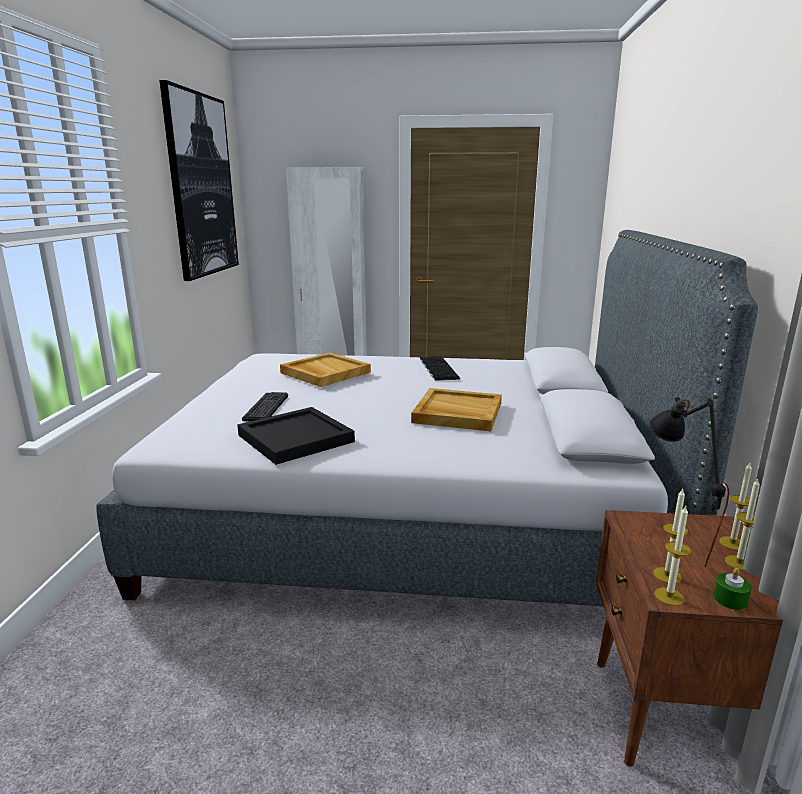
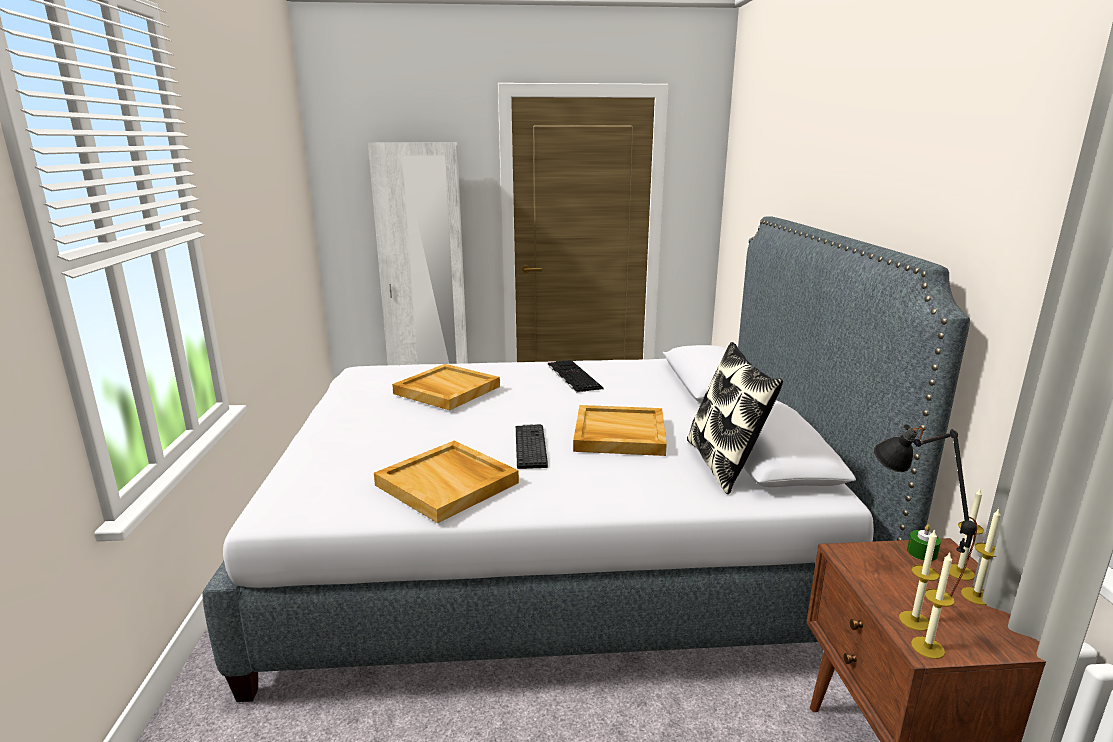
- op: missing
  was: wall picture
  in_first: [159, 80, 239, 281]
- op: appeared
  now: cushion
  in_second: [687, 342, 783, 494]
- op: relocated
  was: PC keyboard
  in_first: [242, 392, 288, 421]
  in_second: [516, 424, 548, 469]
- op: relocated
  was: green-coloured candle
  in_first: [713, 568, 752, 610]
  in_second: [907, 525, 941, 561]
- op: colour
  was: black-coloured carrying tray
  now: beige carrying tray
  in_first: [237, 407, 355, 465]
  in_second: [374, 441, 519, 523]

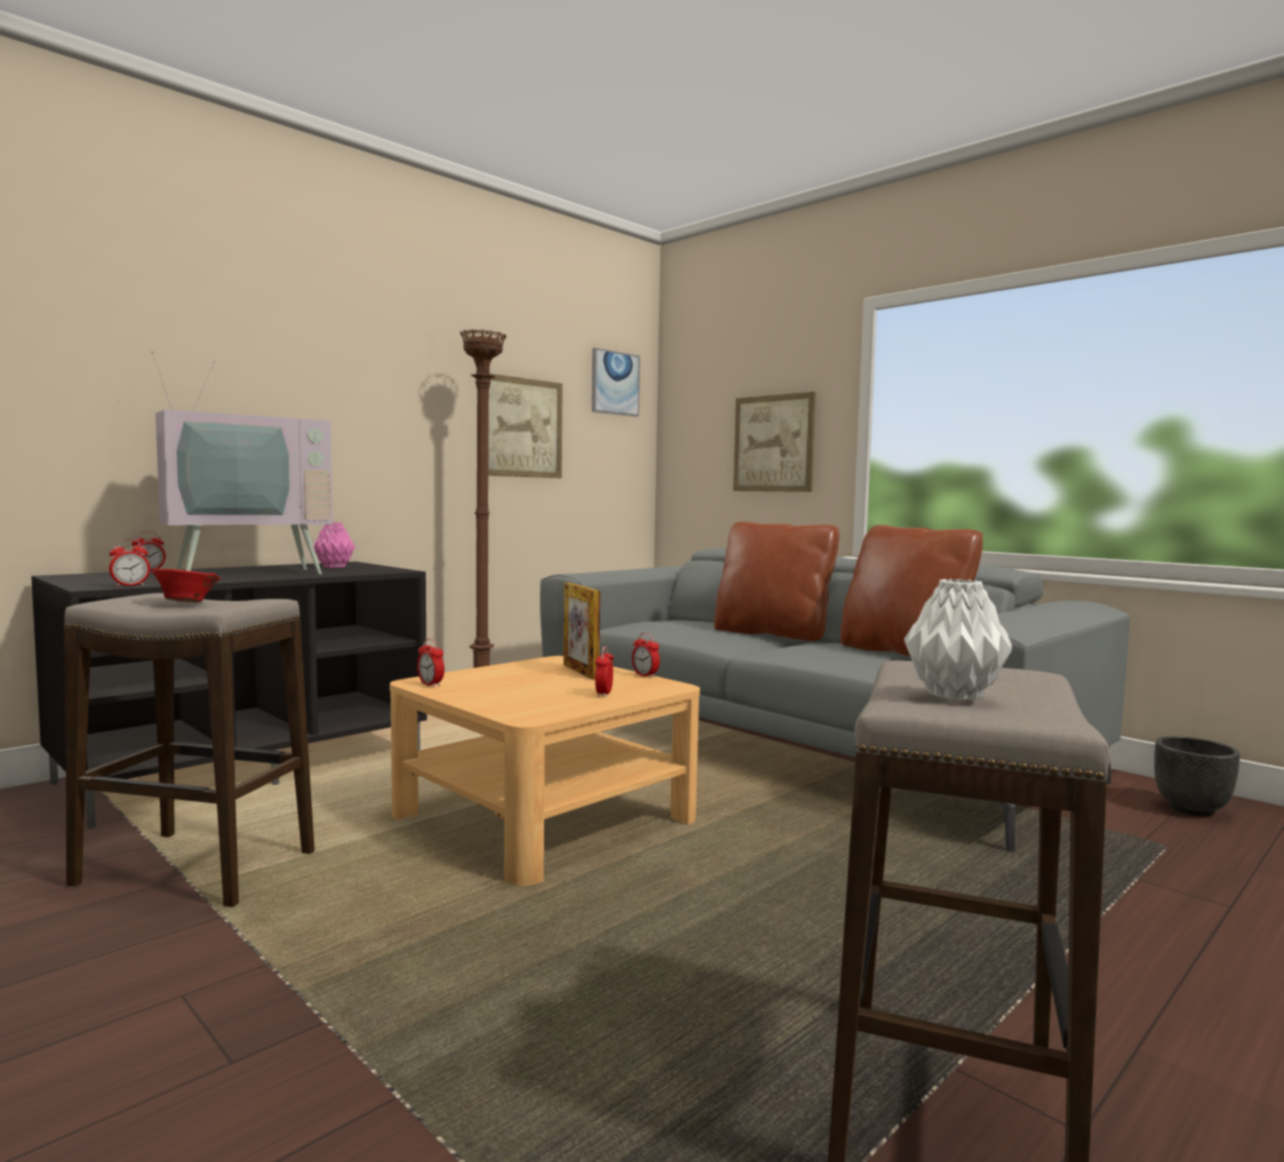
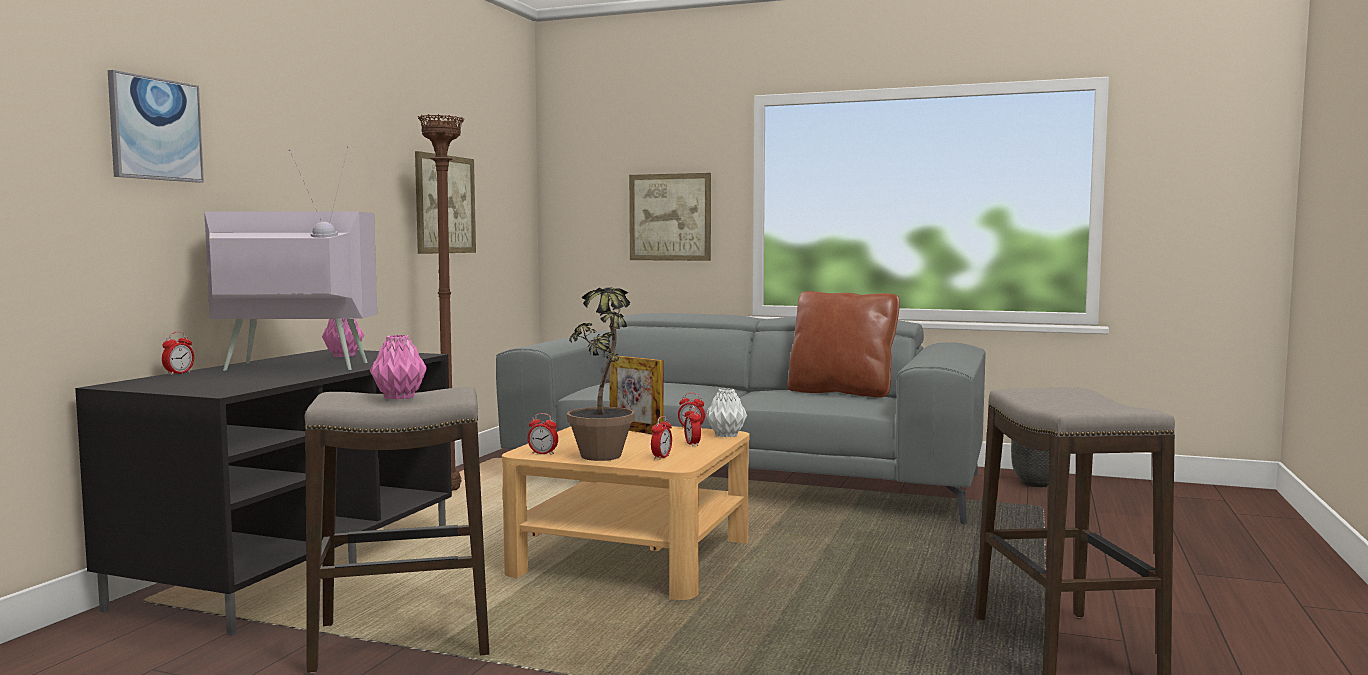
- op: missing
  was: brownish cushion
  in_first: [714, 522, 840, 641]
- op: appeared
  now: plant in a pot
  in_second: [567, 287, 635, 461]
- op: relocated
  was: table clock
  in_first: [109, 539, 150, 587]
  in_second: [651, 416, 672, 460]
- op: relocated
  was: wall picture
  in_first: [592, 348, 640, 417]
  in_second: [108, 70, 204, 183]
- op: relocated
  was: white-coloured decorative vase
  in_first: [904, 579, 1012, 700]
  in_second: [706, 388, 747, 437]
- op: exchanged
  was: red bowl
  now: pink-coloured decorative vase
  in_first: [152, 569, 221, 602]
  in_second: [370, 335, 427, 399]
- op: spun
  was: television
  in_first: [151, 351, 333, 574]
  in_second: [204, 146, 377, 371]
  clockwise: -120

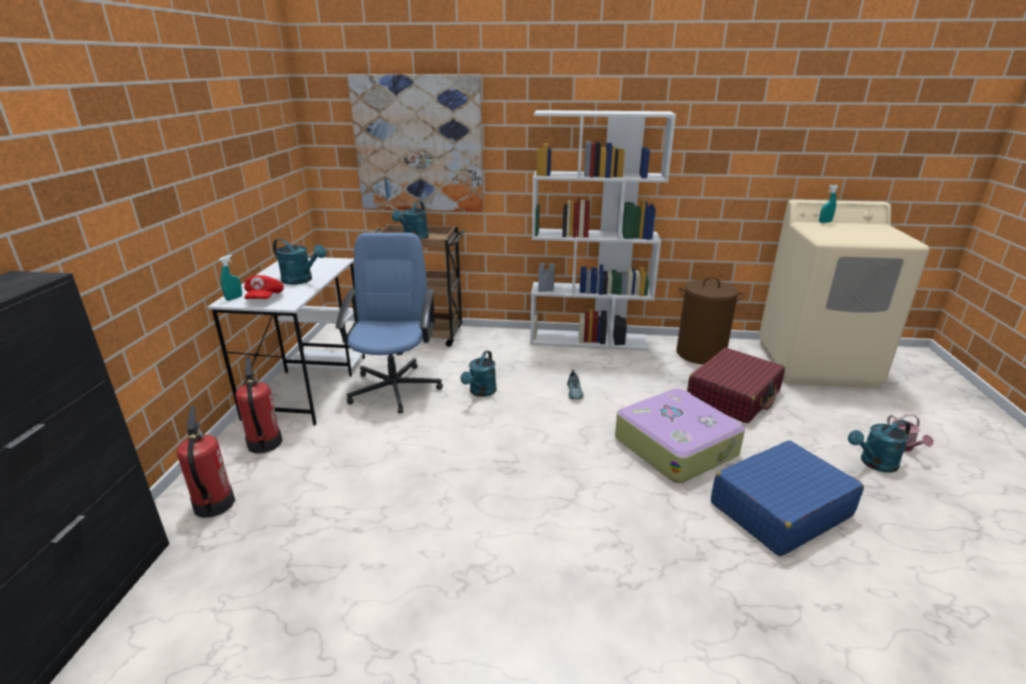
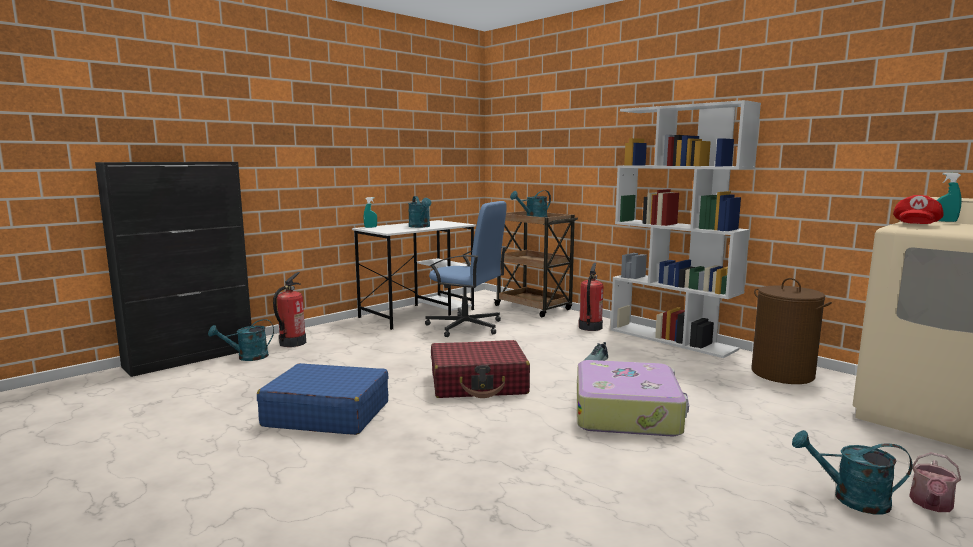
- op: missing
  was: wall picture
  in_first: [348, 74, 483, 212]
- op: relocated
  was: fire-fighting cylinder
  in_first: [235, 357, 282, 454]
  in_second: [579, 262, 603, 331]
- op: relocated
  was: red cap
  in_first: [244, 275, 284, 299]
  in_second: [893, 195, 943, 224]
- op: relocated
  was: blue-green sprinkling can
  in_first: [460, 350, 497, 397]
  in_second: [208, 319, 274, 361]
- op: relocated
  was: red piece of luggage
  in_first: [687, 348, 785, 423]
  in_second: [431, 340, 530, 398]
- op: relocated
  was: blue-coloured piece of luggage
  in_first: [711, 440, 864, 556]
  in_second: [257, 363, 389, 435]
- op: spun
  was: blue-coloured computer chair
  in_first: [336, 233, 443, 414]
  in_second: [425, 201, 507, 337]
  clockwise: 75

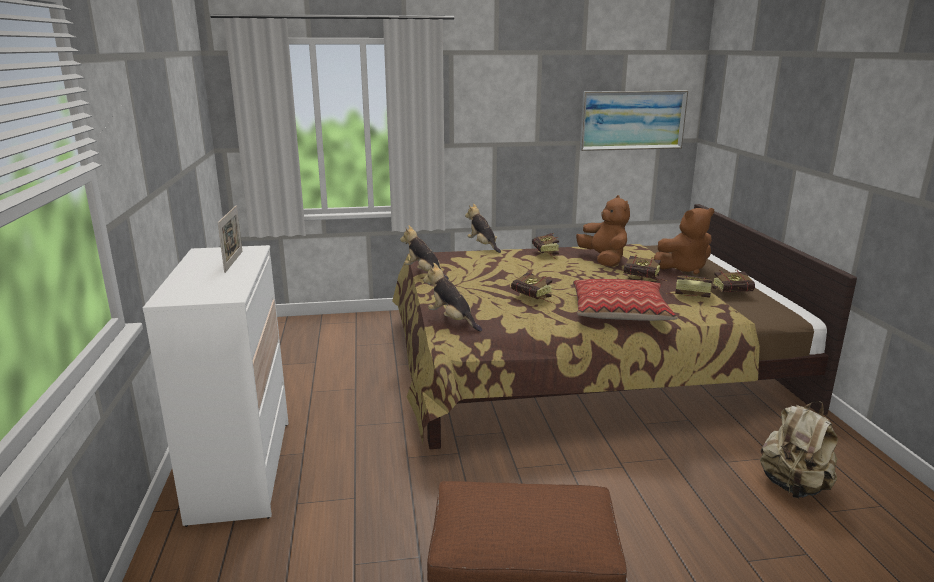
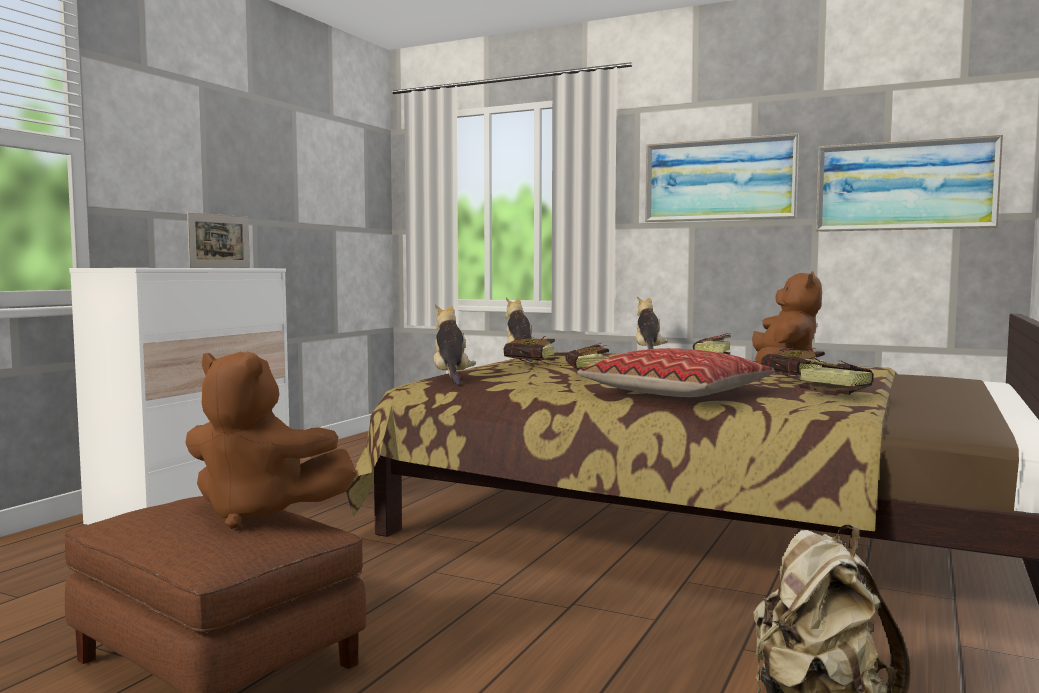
- op: appeared
  now: wall picture
  in_second: [645, 133, 799, 222]
- op: relocated
  was: brownish cuddly toy
  in_first: [653, 208, 714, 275]
  in_second: [185, 352, 356, 529]
- op: relocated
  was: book
  in_first: [712, 270, 755, 292]
  in_second: [503, 335, 562, 366]

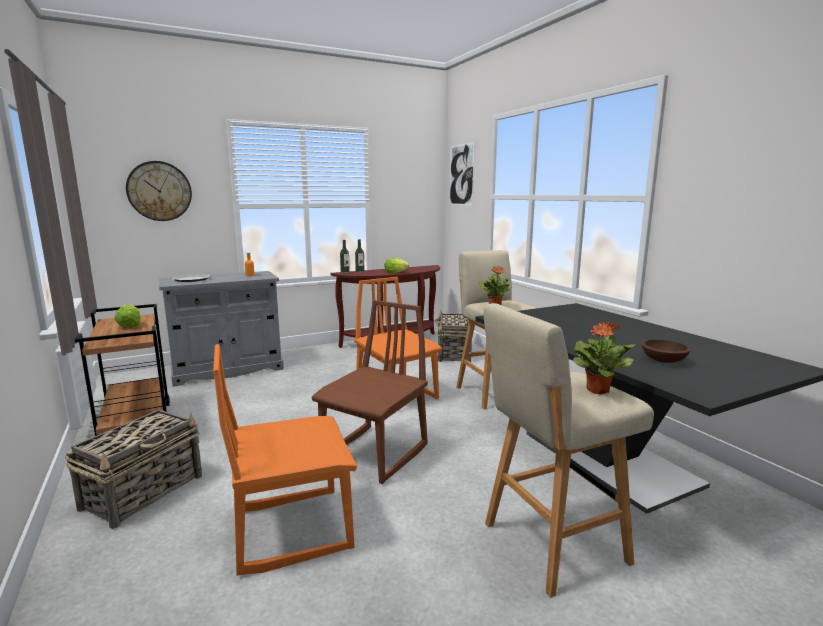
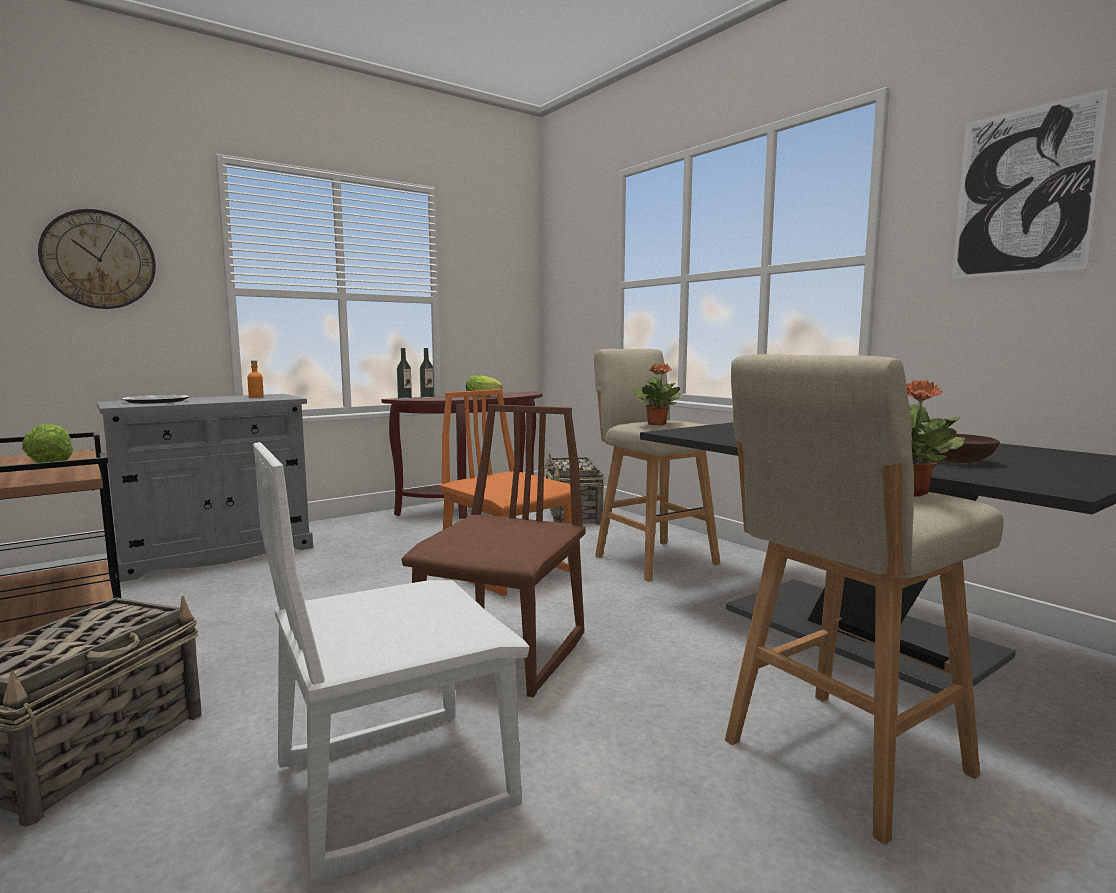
- op: relocated
  was: wall picture
  in_first: [449, 142, 475, 205]
  in_second: [952, 88, 1109, 279]
- op: colour
  was: orange upright chair
  now: white-coloured upright chair
  in_first: [213, 344, 357, 576]
  in_second: [253, 442, 530, 883]

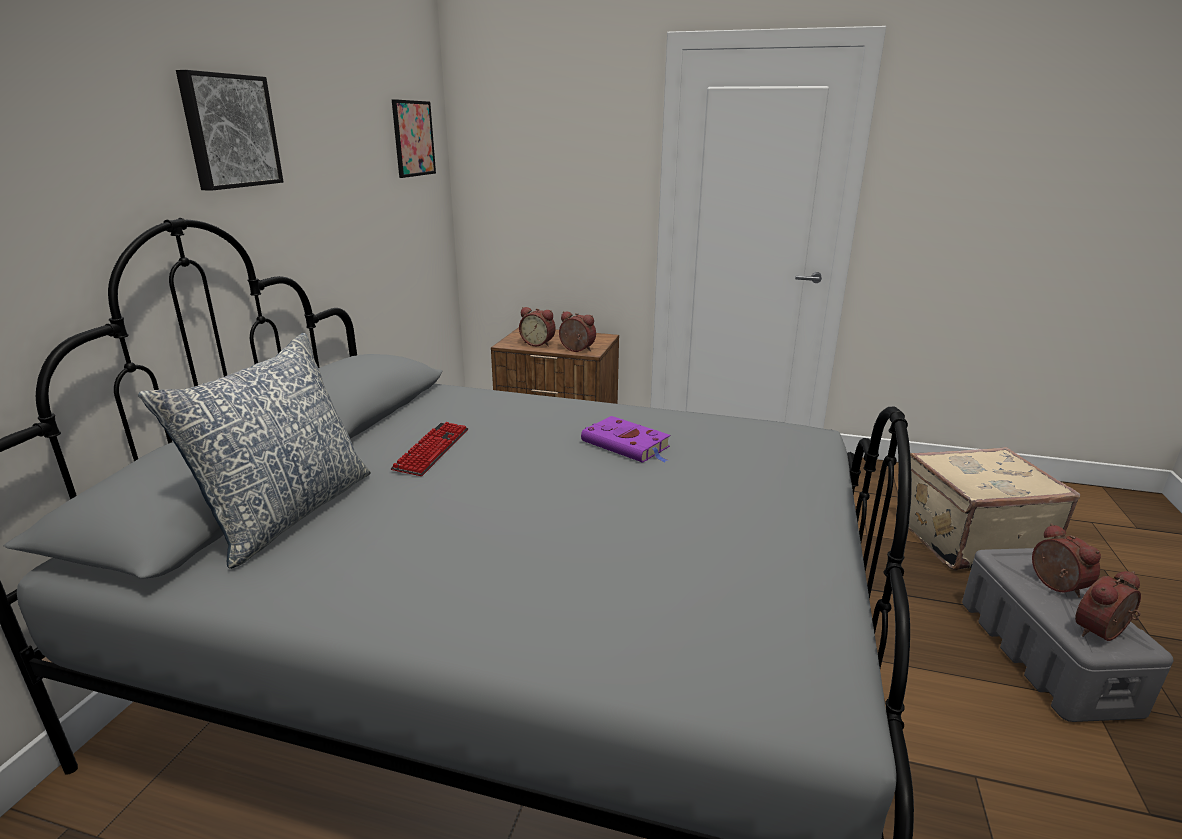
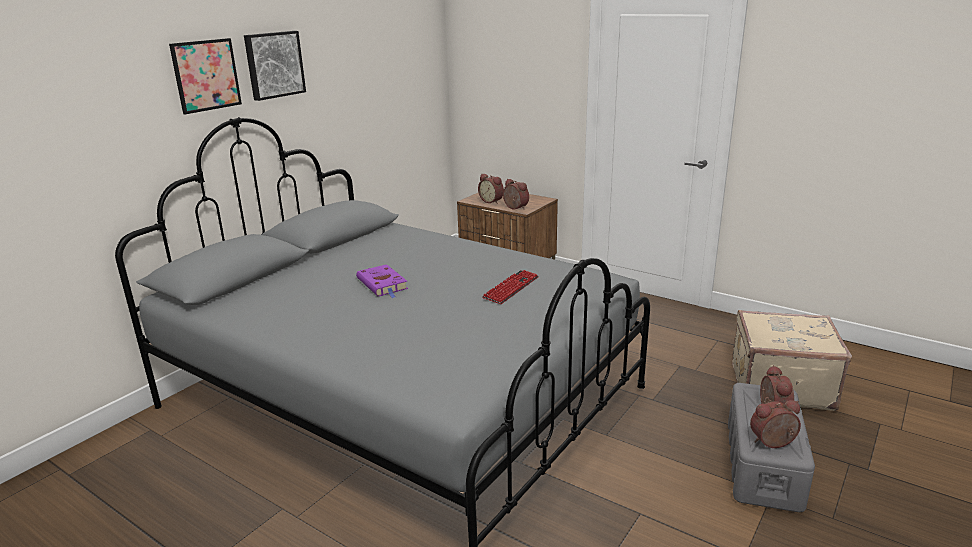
- op: missing
  was: cushion
  in_first: [138, 333, 371, 569]
- op: relocated
  was: PC keyboard
  in_first: [391, 422, 469, 476]
  in_second: [482, 270, 539, 304]
- op: relocated
  was: wall picture
  in_first: [392, 99, 436, 178]
  in_second: [169, 38, 242, 114]
- op: relocated
  was: purple-coloured book
  in_first: [581, 416, 671, 463]
  in_second: [356, 264, 408, 298]

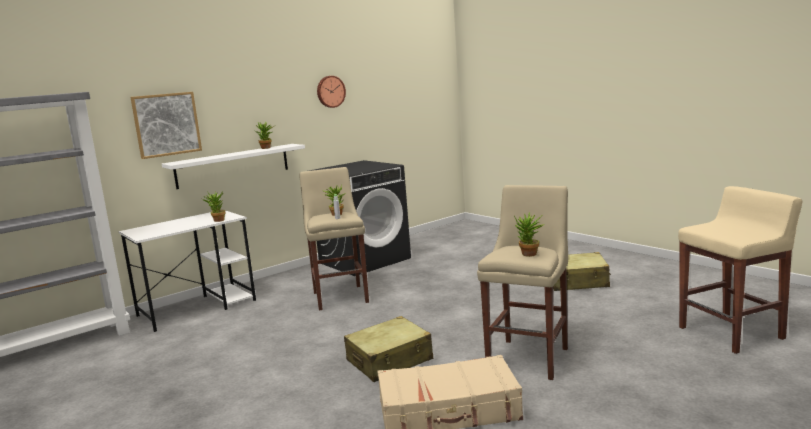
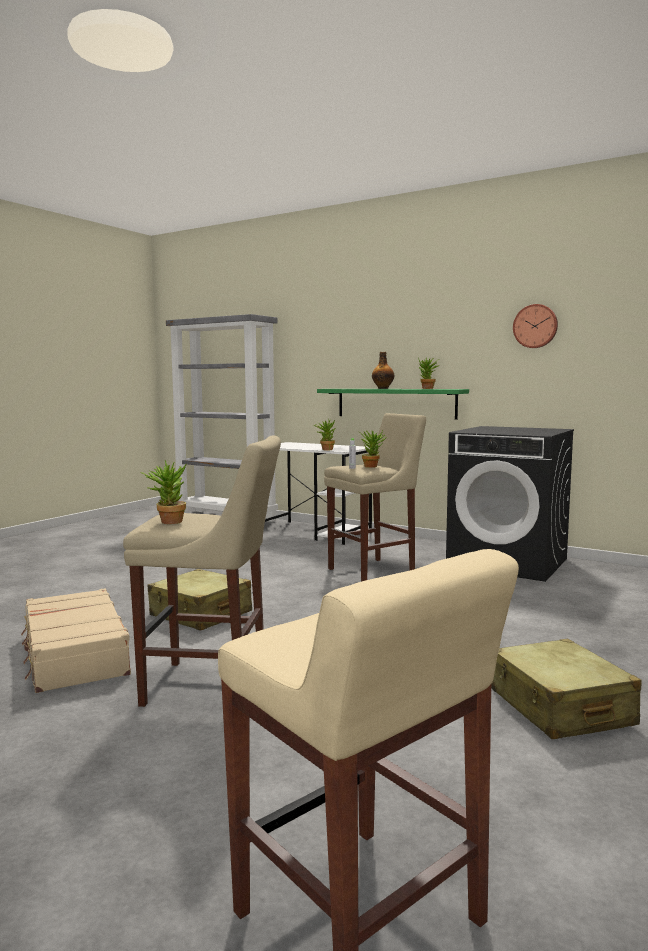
- op: missing
  was: wall picture
  in_first: [130, 92, 202, 159]
- op: appeared
  now: bottle
  in_second: [372, 352, 394, 389]
- op: colour
  was: white-coloured shelf
  now: green-coloured shelf
  in_first: [162, 144, 305, 189]
  in_second: [317, 389, 469, 420]

